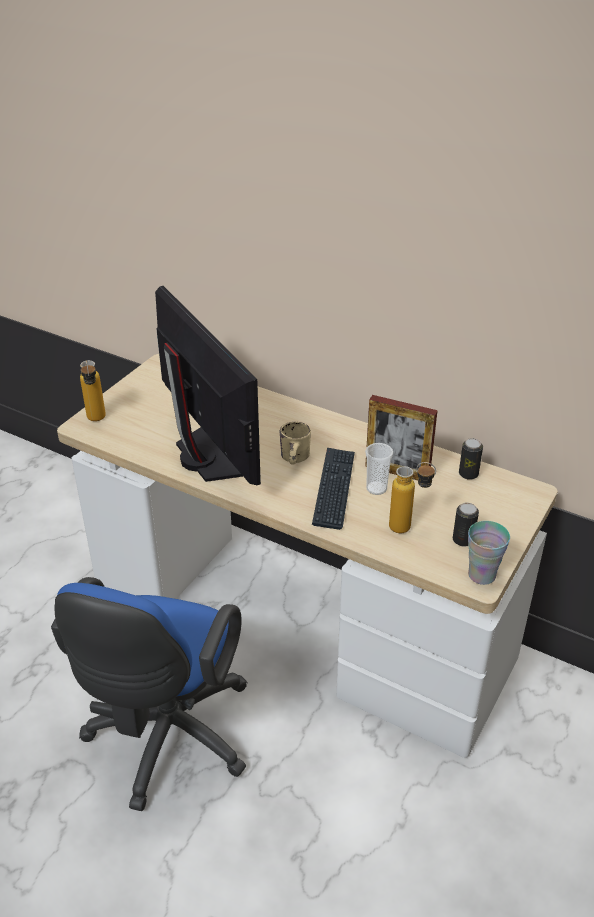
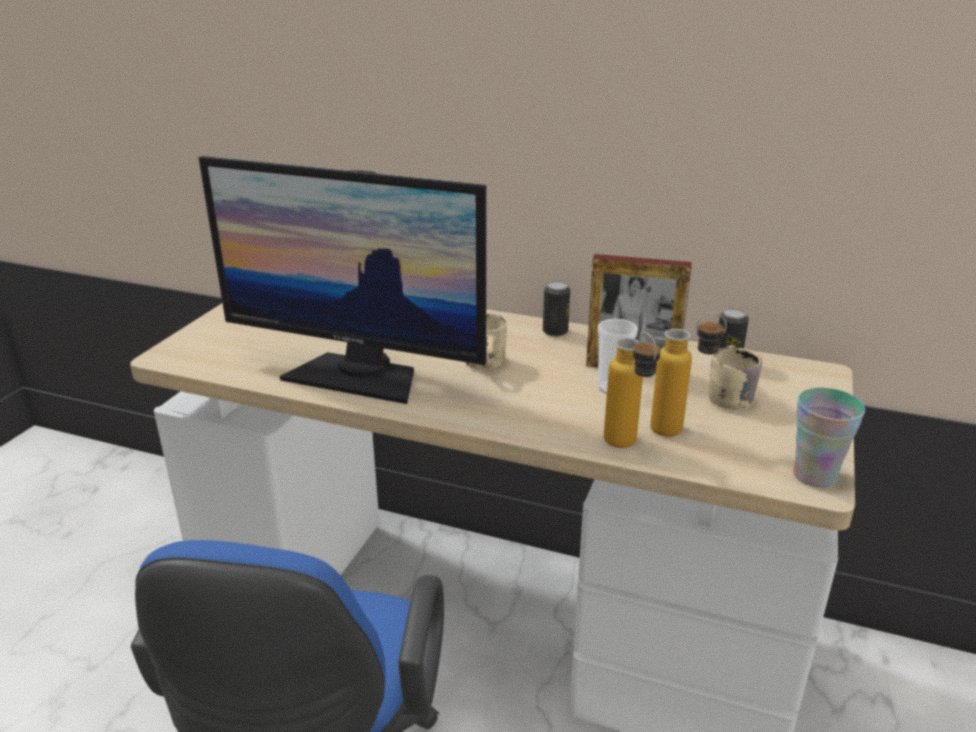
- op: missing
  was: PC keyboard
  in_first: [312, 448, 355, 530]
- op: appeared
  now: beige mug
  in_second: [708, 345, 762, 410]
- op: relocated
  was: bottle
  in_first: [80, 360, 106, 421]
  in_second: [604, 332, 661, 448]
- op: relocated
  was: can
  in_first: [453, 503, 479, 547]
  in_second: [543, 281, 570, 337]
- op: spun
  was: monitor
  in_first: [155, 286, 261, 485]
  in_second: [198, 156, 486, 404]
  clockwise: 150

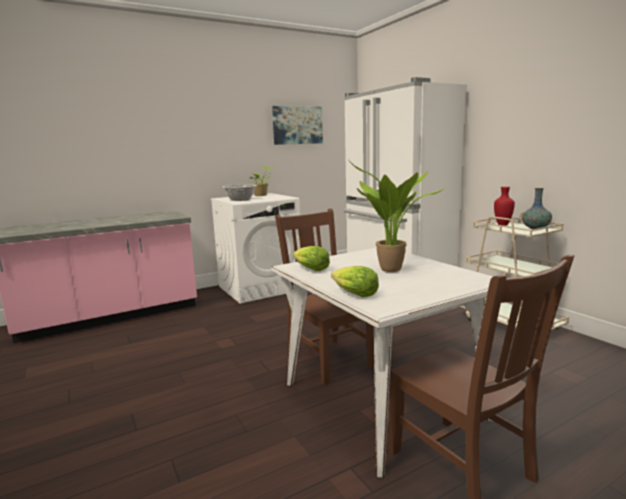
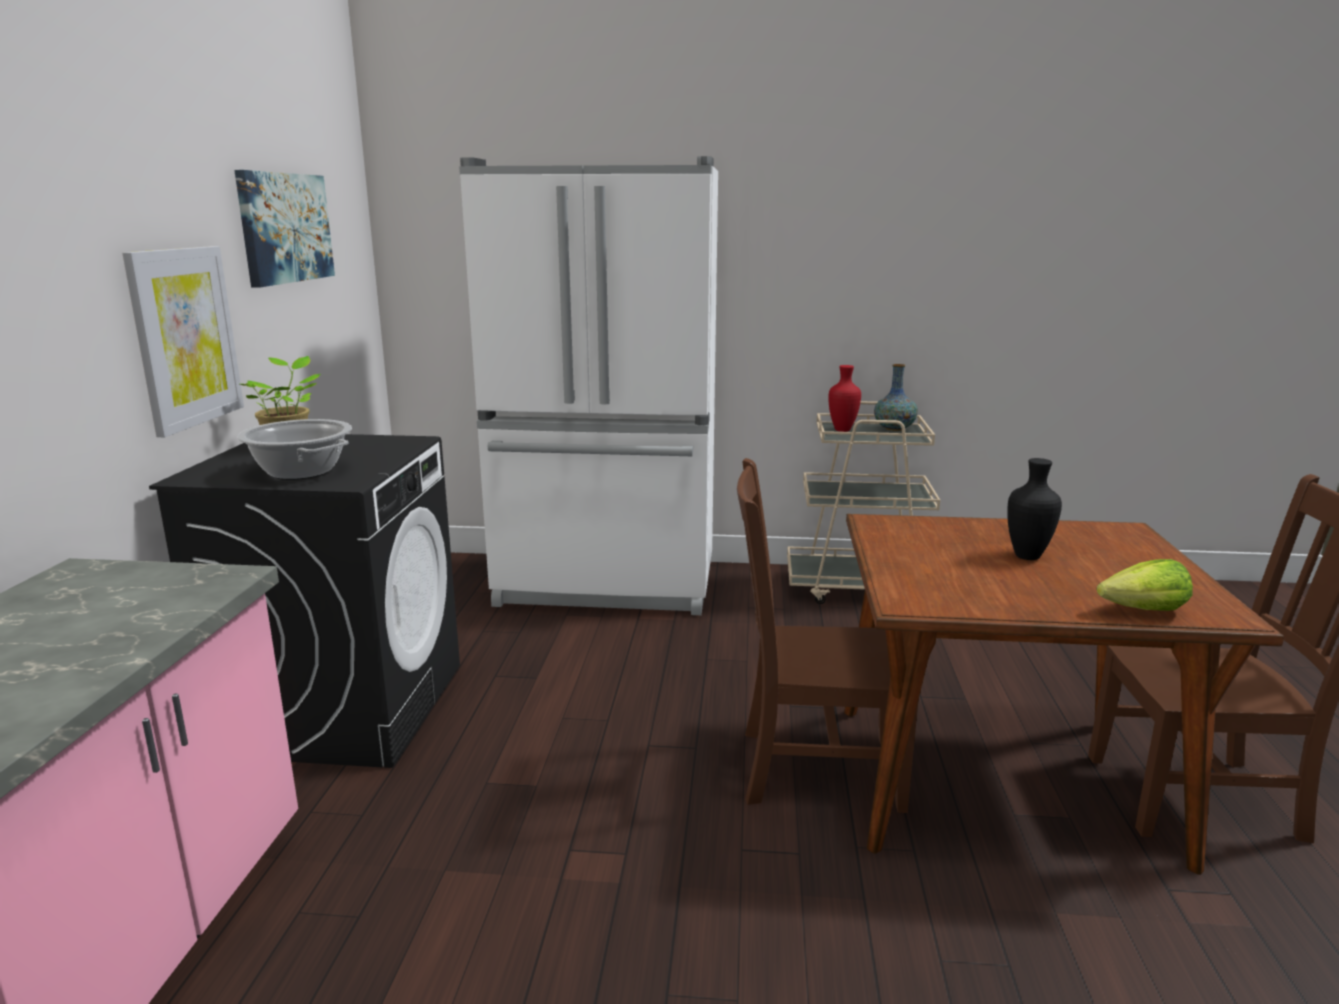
- op: missing
  was: head of lettuce
  in_first: [293, 246, 330, 271]
- op: appeared
  now: wall picture
  in_second: [122, 246, 244, 437]
- op: exchanged
  was: plant in a pot
  now: black-coloured decorative vase
  in_first: [350, 162, 446, 272]
  in_second: [1007, 458, 1062, 560]
- op: colour
  was: white-coloured laundry appliance
  now: black-coloured laundry appliance
  in_first: [211, 193, 300, 304]
  in_second: [149, 434, 460, 768]
- op: colour
  was: white-coloured dining table
  now: brownish dining table
  in_first: [271, 248, 493, 478]
  in_second: [844, 514, 1284, 875]

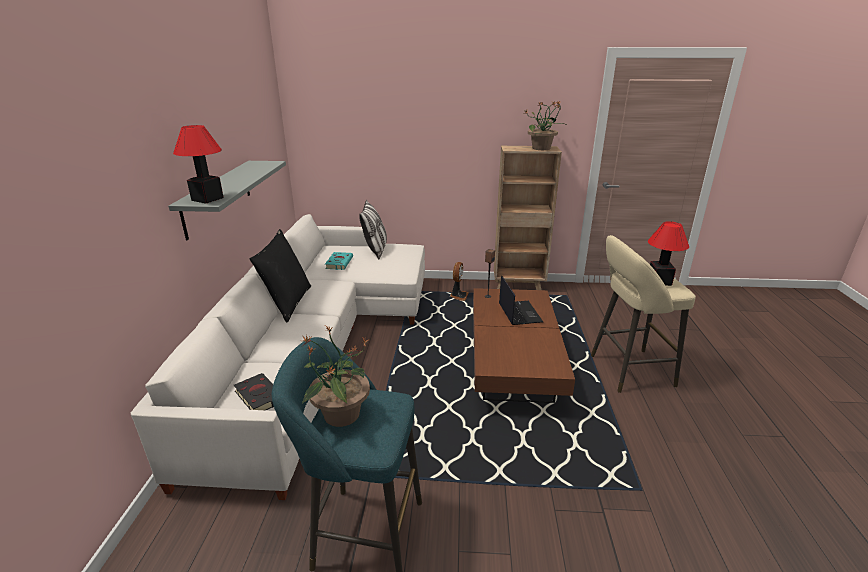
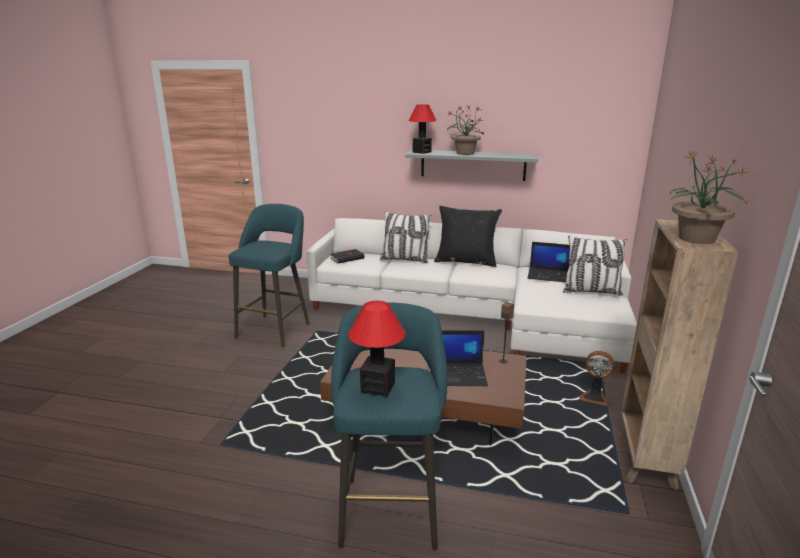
- op: appeared
  now: cushion
  in_second: [380, 211, 432, 263]
- op: relocated
  was: plant in a pot
  in_first: [301, 326, 370, 427]
  in_second: [447, 105, 484, 155]
- op: exchanged
  was: blue-green book
  now: notebook computer
  in_first: [325, 252, 353, 270]
  in_second: [528, 242, 570, 283]
- op: colour
  was: beige sitting stool
  now: blue-green sitting stool
  in_first: [591, 235, 696, 393]
  in_second: [331, 302, 447, 550]

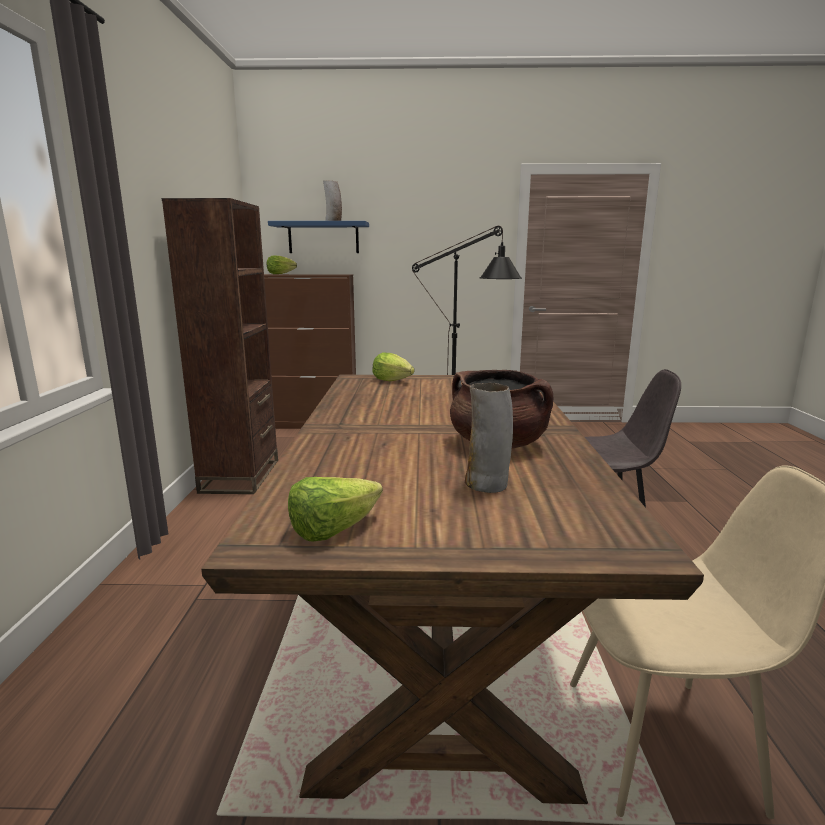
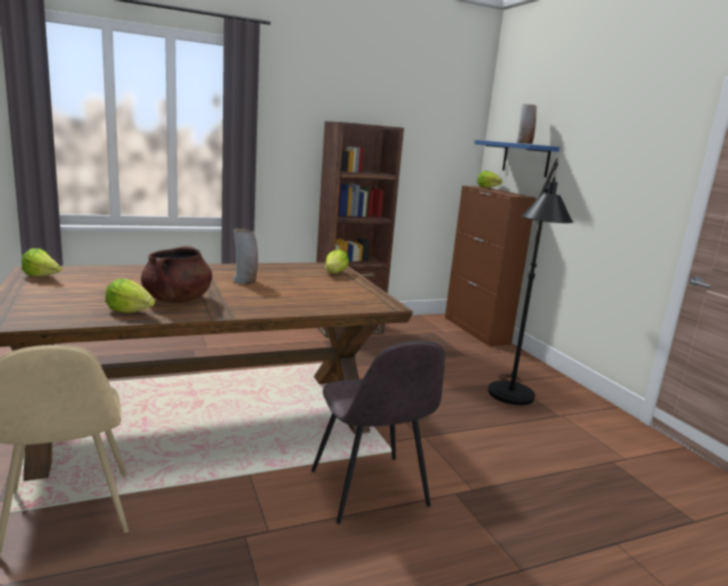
- op: appeared
  now: head of lettuce
  in_second: [105, 279, 155, 313]
- op: relocated
  was: decorative vase
  in_first: [465, 383, 513, 493]
  in_second: [233, 228, 258, 284]

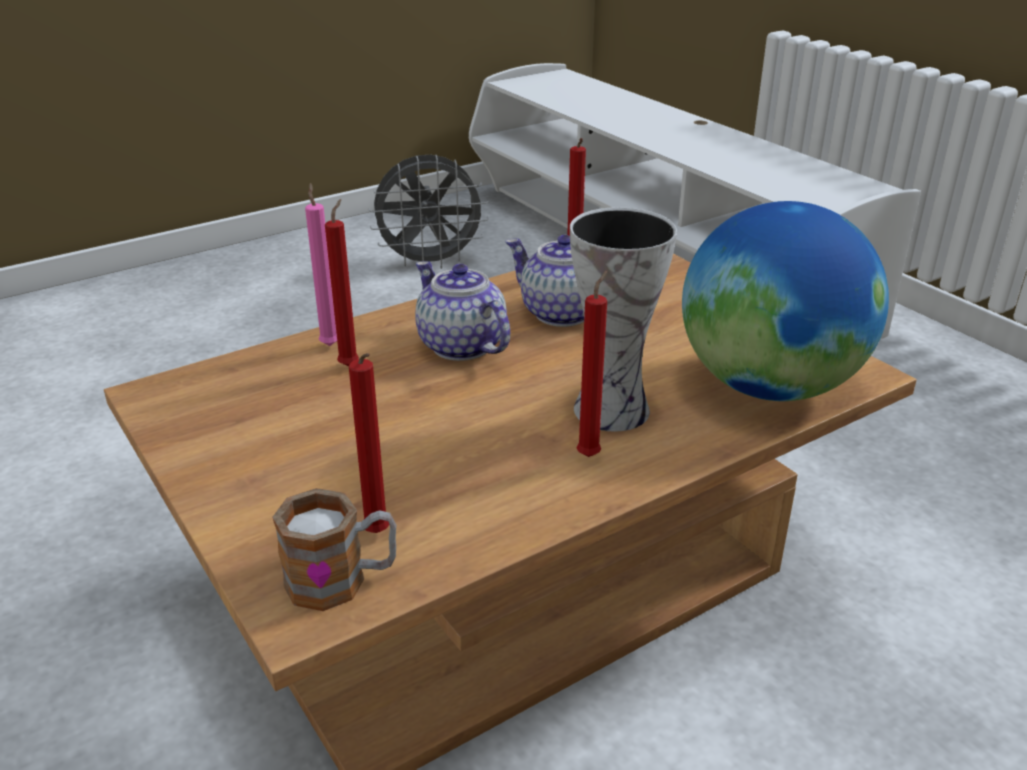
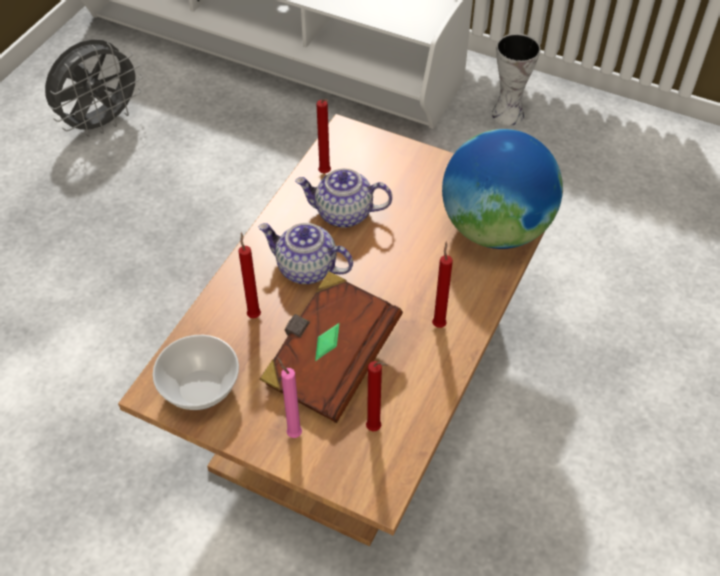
- op: missing
  was: mug
  in_first: [272, 488, 396, 611]
- op: appeared
  now: bowl
  in_second: [153, 335, 239, 410]
- op: appeared
  now: brownish book
  in_second: [259, 271, 403, 423]
- op: relocated
  was: pink-coloured candle
  in_first: [305, 183, 337, 346]
  in_second: [277, 357, 302, 438]
- op: relocated
  was: decorative vase
  in_first: [570, 207, 677, 432]
  in_second: [492, 33, 541, 126]

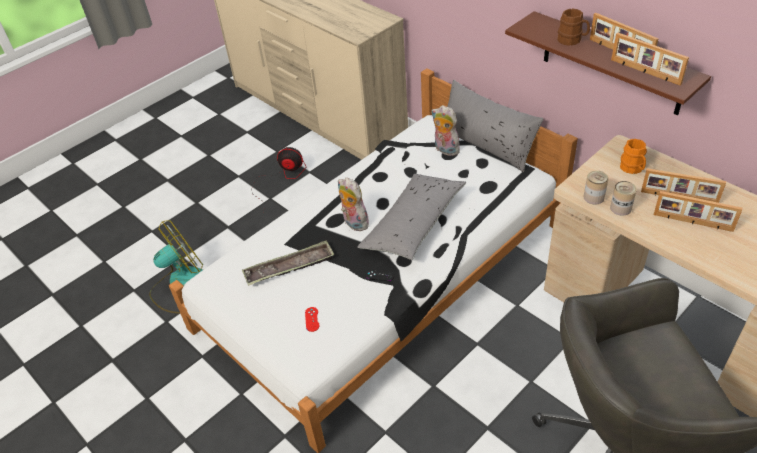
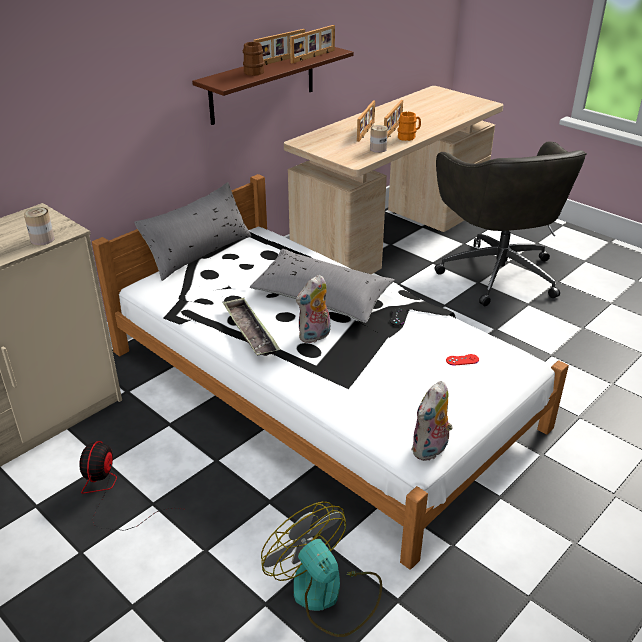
- op: relocated
  was: carrying tray
  in_first: [242, 240, 334, 286]
  in_second: [222, 298, 280, 356]
- op: relocated
  was: cuddly toy
  in_first: [431, 105, 460, 156]
  in_second: [411, 381, 453, 461]
- op: relocated
  was: can
  in_first: [584, 171, 609, 205]
  in_second: [24, 207, 55, 245]
- op: relocated
  was: orange mug
  in_first: [620, 139, 647, 174]
  in_second: [397, 112, 421, 141]

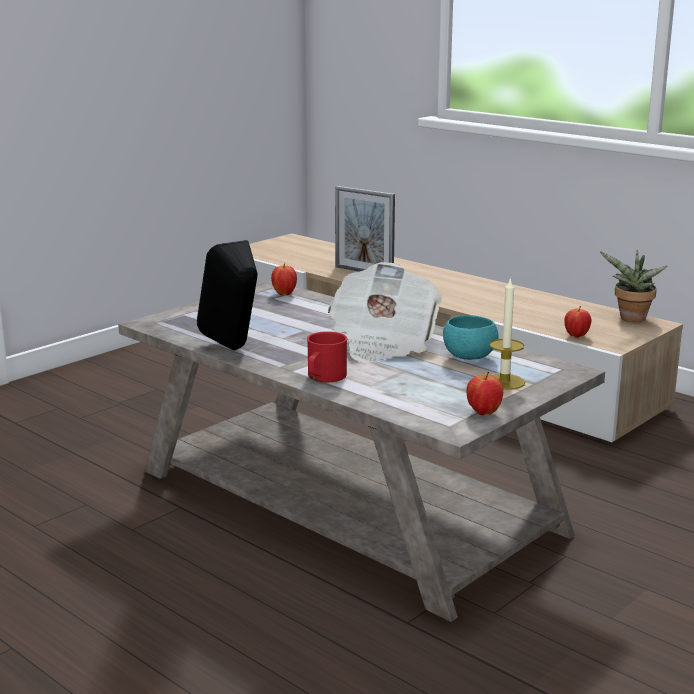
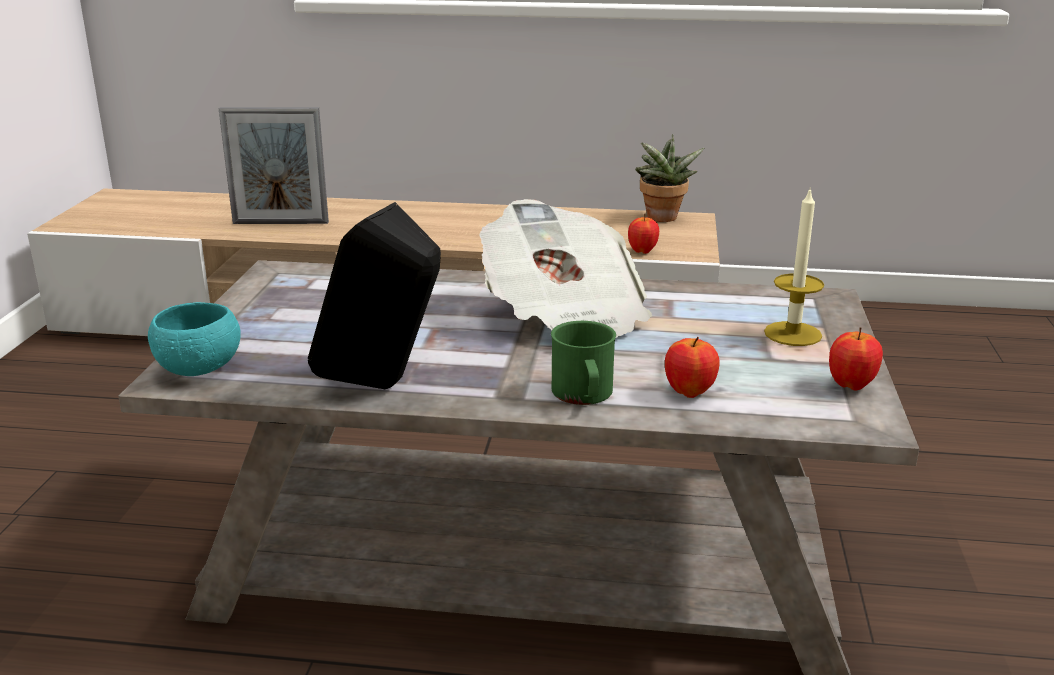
- op: relocated
  was: apple
  in_first: [271, 264, 297, 295]
  in_second: [665, 337, 720, 398]
- op: relocated
  was: blue-green bowl
  in_first: [443, 315, 499, 360]
  in_second: [148, 302, 241, 376]
- op: colour
  was: red mug
  now: green-coloured mug
  in_first: [307, 331, 348, 382]
  in_second: [551, 321, 616, 405]

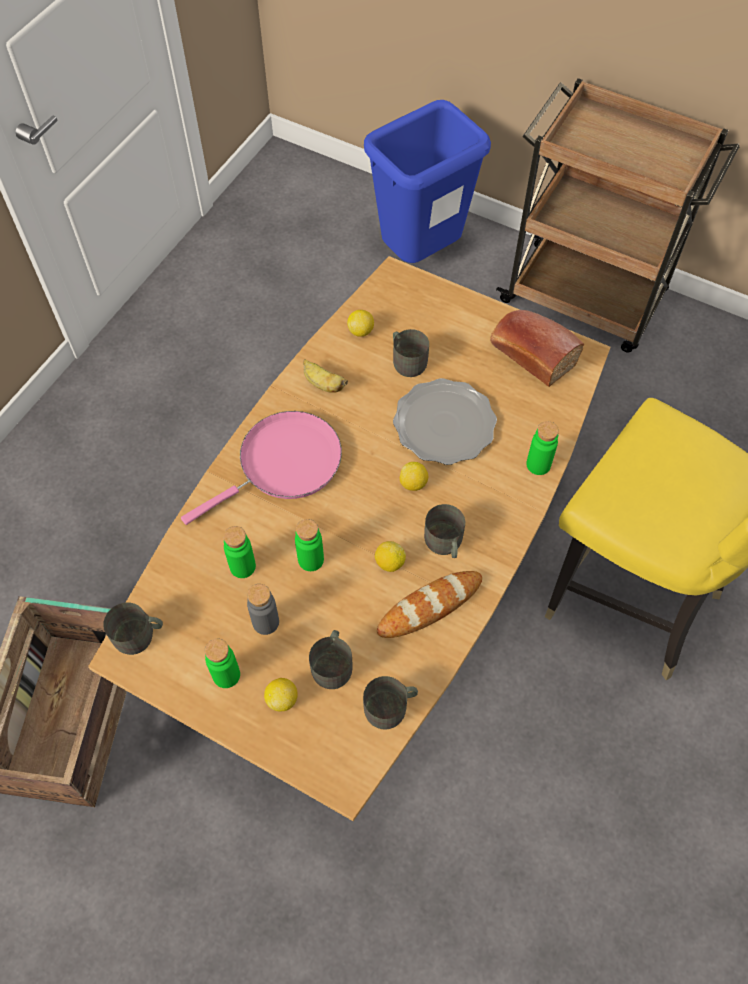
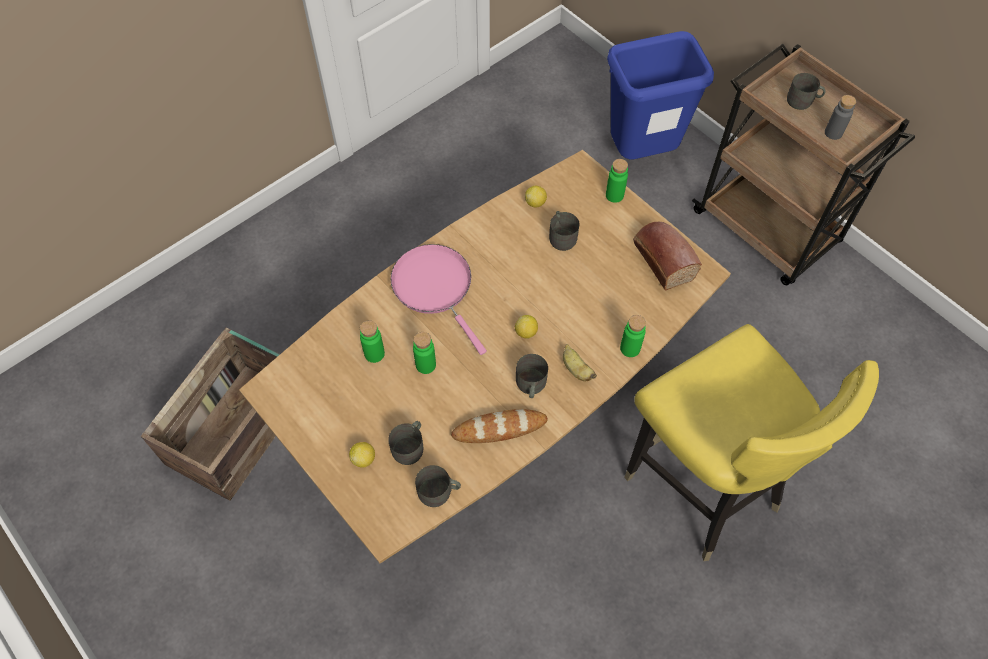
- op: missing
  was: lemon
  in_first: [375, 541, 406, 572]
- op: missing
  was: flat dish
  in_first: [393, 378, 497, 465]
- op: relocated
  was: grey mug
  in_first: [103, 603, 163, 655]
  in_second: [787, 73, 825, 110]
- op: relocated
  was: green-coloured bottle
  in_first: [205, 639, 240, 688]
  in_second: [606, 159, 628, 203]
- op: relocated
  was: grey bottle
  in_first: [247, 584, 279, 635]
  in_second: [825, 95, 856, 140]
- op: relocated
  was: whole banana
  in_first: [303, 359, 348, 393]
  in_second: [563, 344, 597, 381]
- op: spun
  was: pink-coloured pan
  in_first: [181, 411, 342, 525]
  in_second: [390, 244, 487, 355]
  clockwise: -105

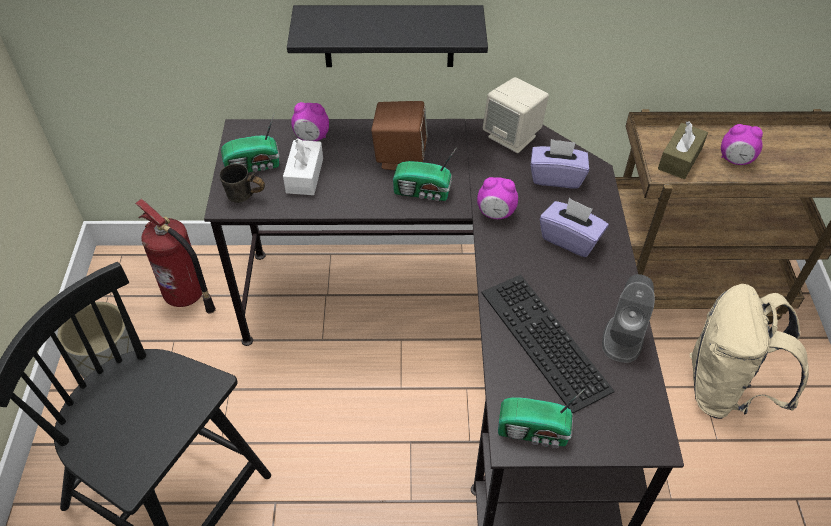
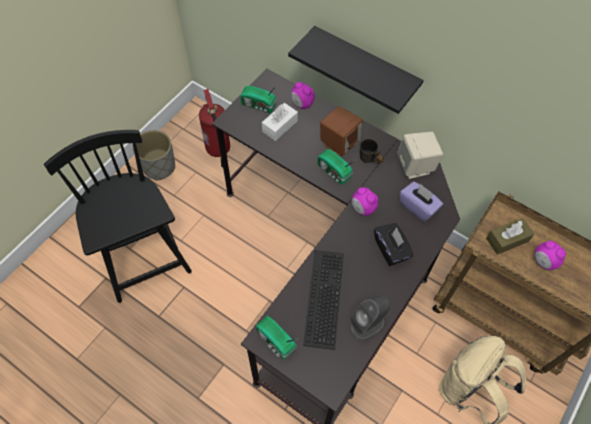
- op: relocated
  was: grey mug
  in_first: [219, 164, 265, 203]
  in_second: [360, 139, 383, 164]
- op: colour
  was: purple-coloured tissue box
  now: black-coloured tissue box
  in_first: [540, 198, 608, 257]
  in_second: [374, 223, 413, 266]

